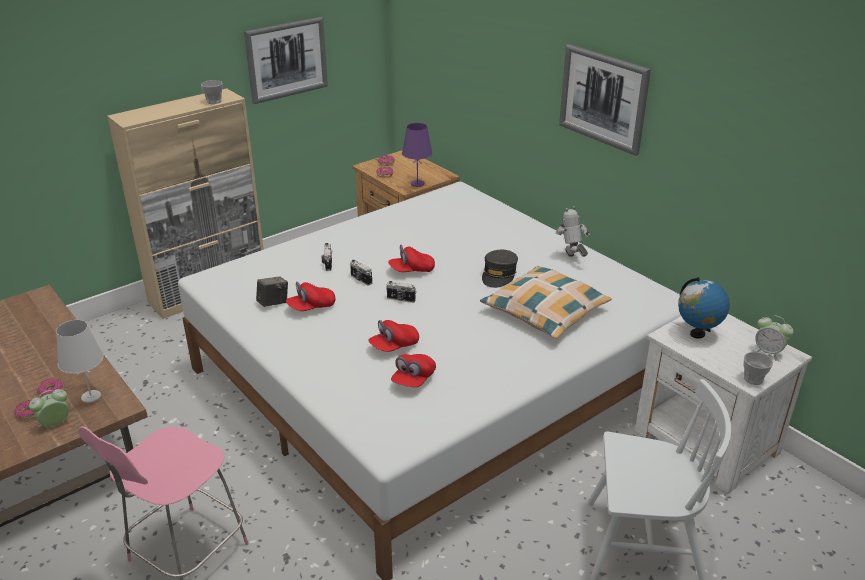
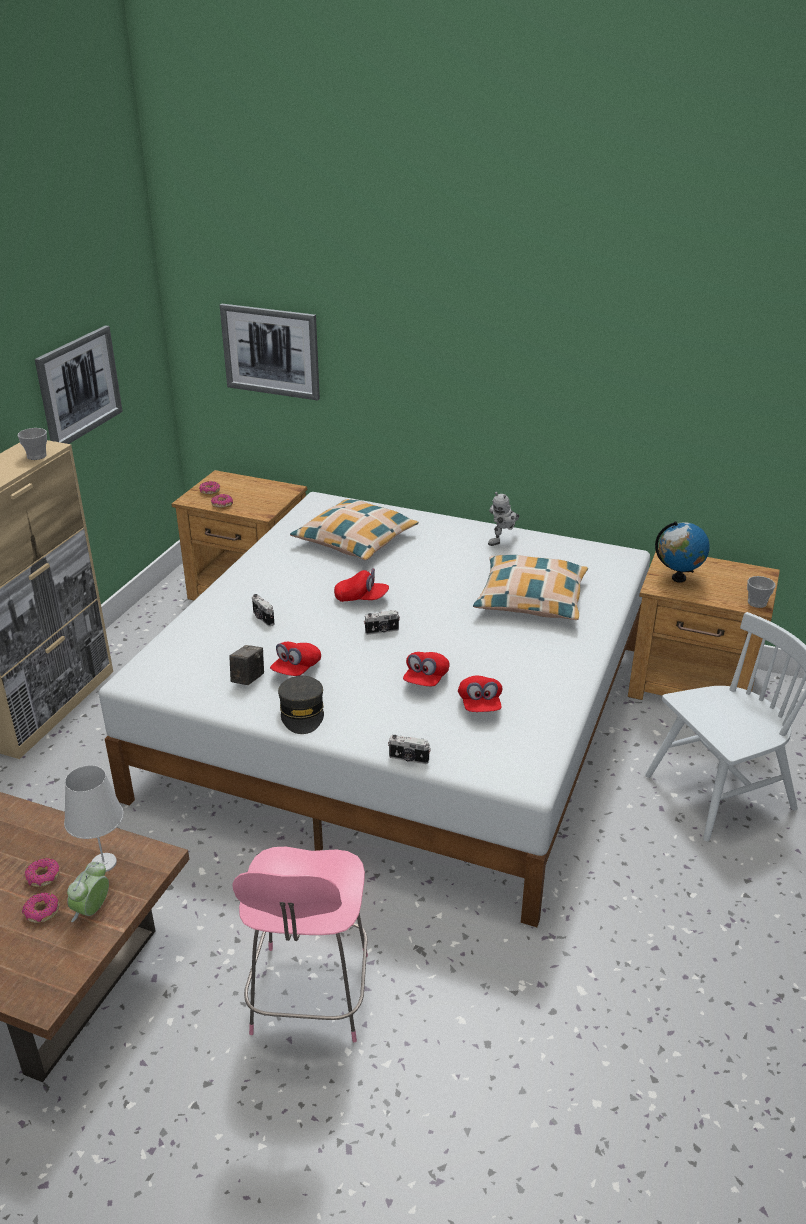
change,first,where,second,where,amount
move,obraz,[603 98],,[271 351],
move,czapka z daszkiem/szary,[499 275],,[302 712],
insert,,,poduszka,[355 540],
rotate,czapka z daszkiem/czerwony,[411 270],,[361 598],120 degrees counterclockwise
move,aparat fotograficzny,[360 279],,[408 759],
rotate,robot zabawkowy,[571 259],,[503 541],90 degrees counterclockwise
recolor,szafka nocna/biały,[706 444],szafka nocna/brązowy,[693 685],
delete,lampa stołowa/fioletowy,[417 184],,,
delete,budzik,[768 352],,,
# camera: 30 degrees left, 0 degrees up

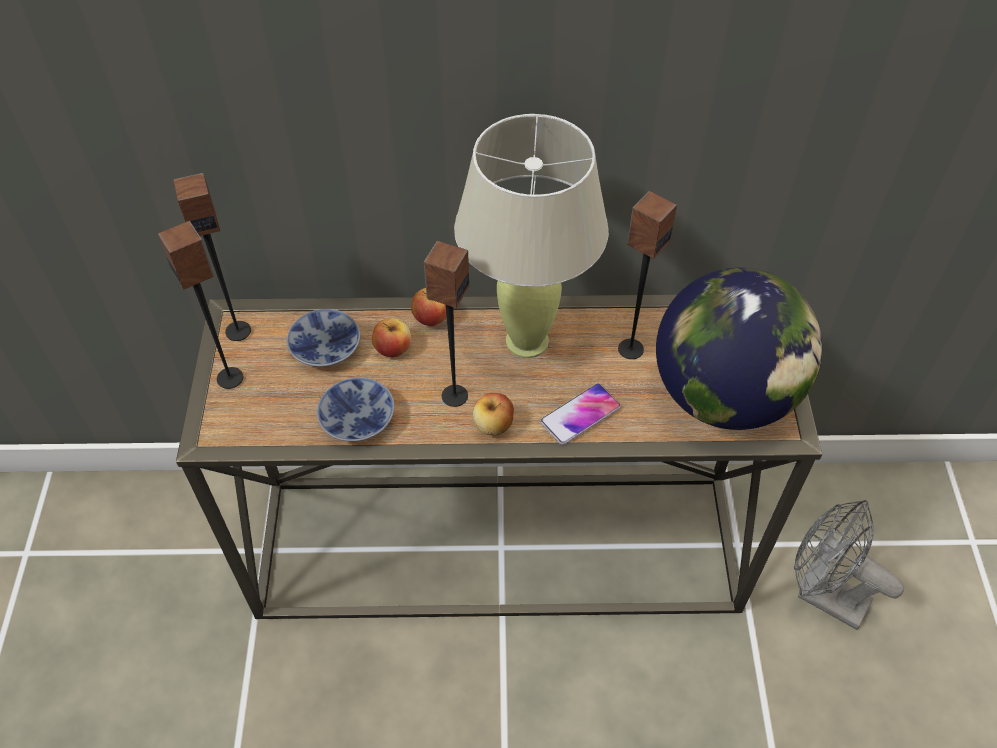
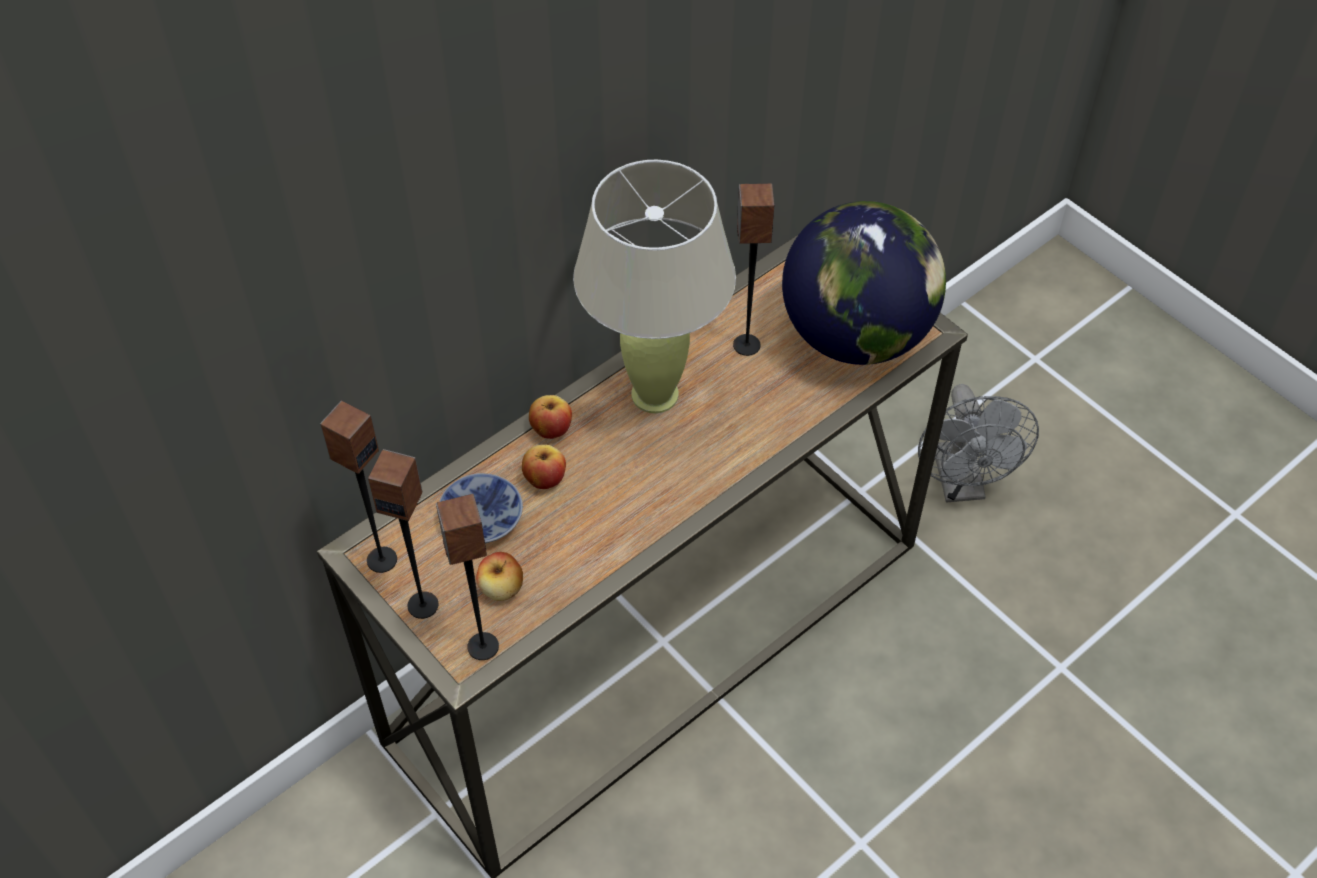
change,first,where,second,where,amount
move,głośnik,[454 395],,[482 646],
move,jabłko,[493 425],,[501 588],
rotate,wentylator/szary,[822 594],,[961 484],90 degrees counterclockwise
delete,miska,[360 417],,,
delete,telefon,[580 415],,,
# camera: 40 degrees left, 0 degrees up

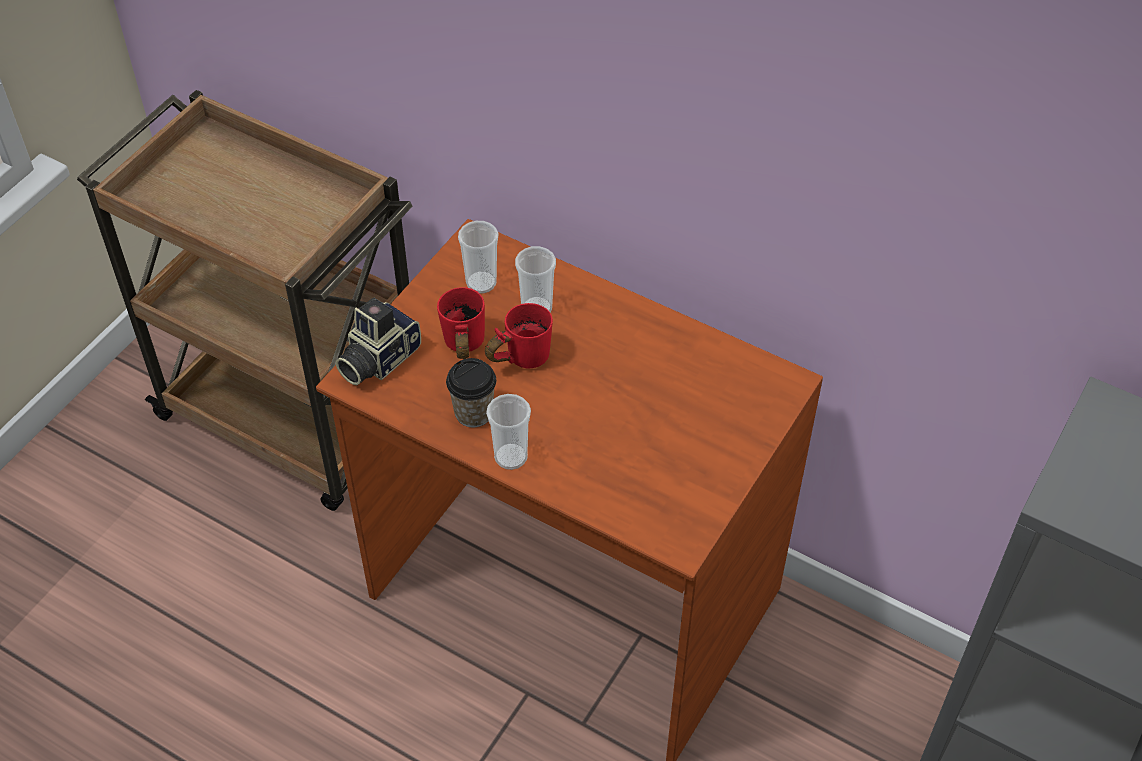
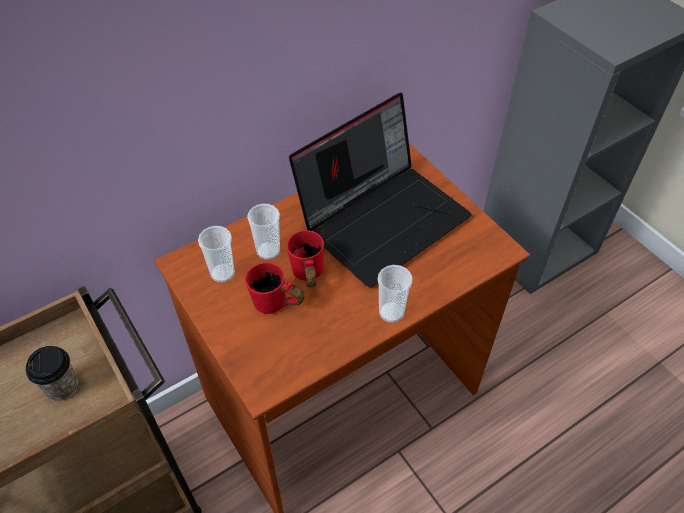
change,first,where,second,where,amount
move,filiżanka,[473 413],,[62 387],
insert,,,laptop,[383 218],
delete,aparat fotograficzny,[377 359],,,
# camera: 65 degrees left, 0 degrees up

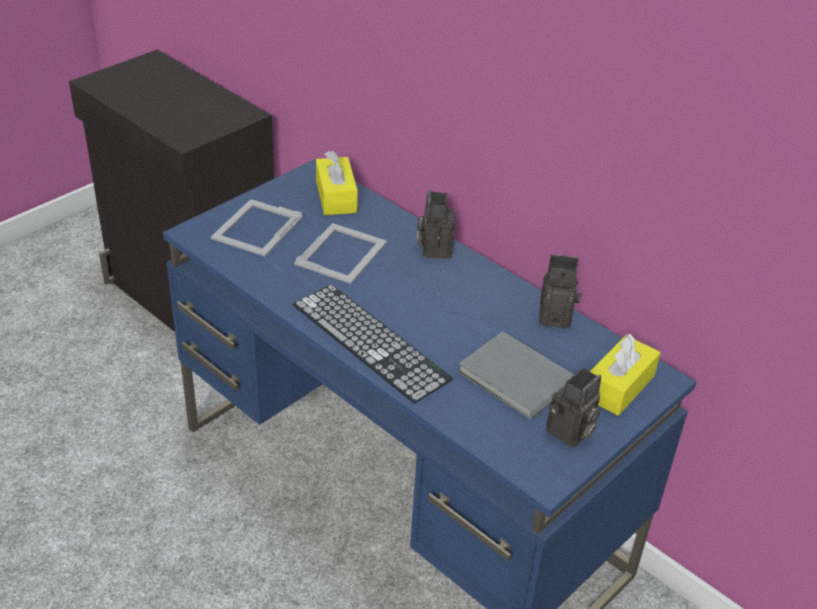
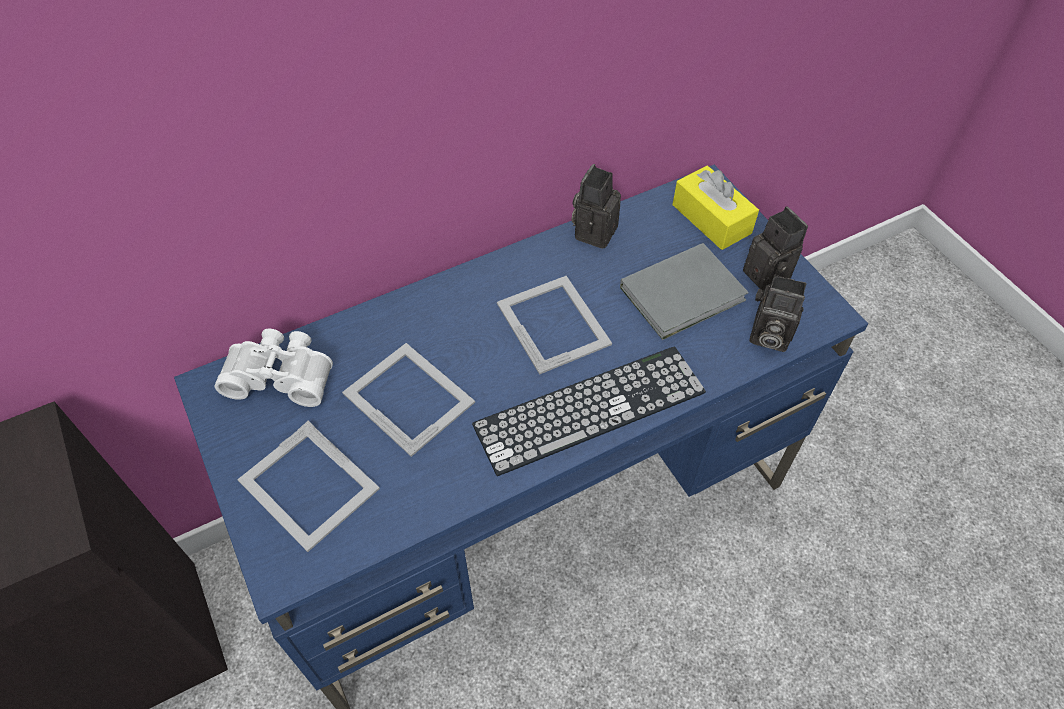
change,first,where,second,where,amount
replace,pudełko chusteczek/żółty,[336 197],lornetka/biały,[281 374],
insert,,,ramka na zdjęcie,[553 322],
move,aparat fotograficzny,[434 248],,[767 336],
# camera: 70 degrees left, 15 degrees up

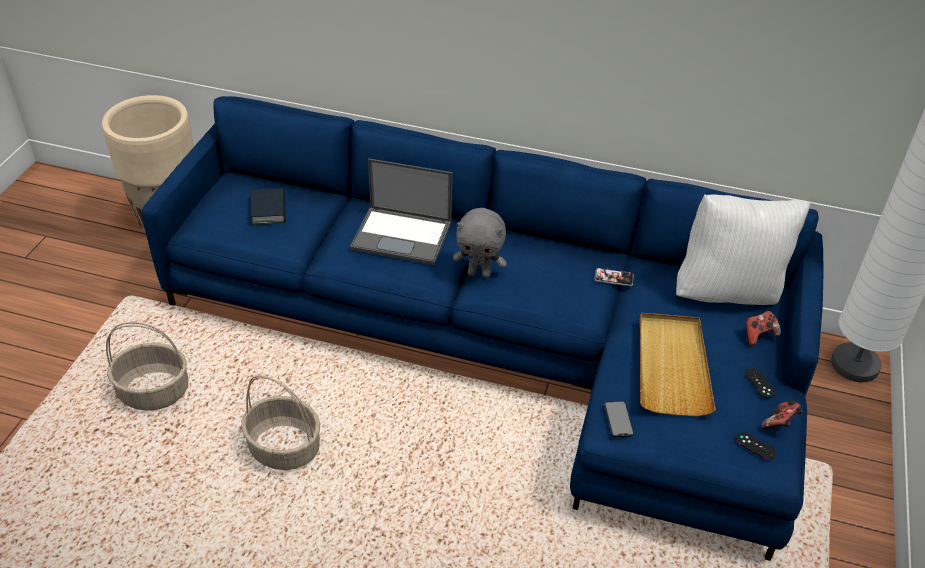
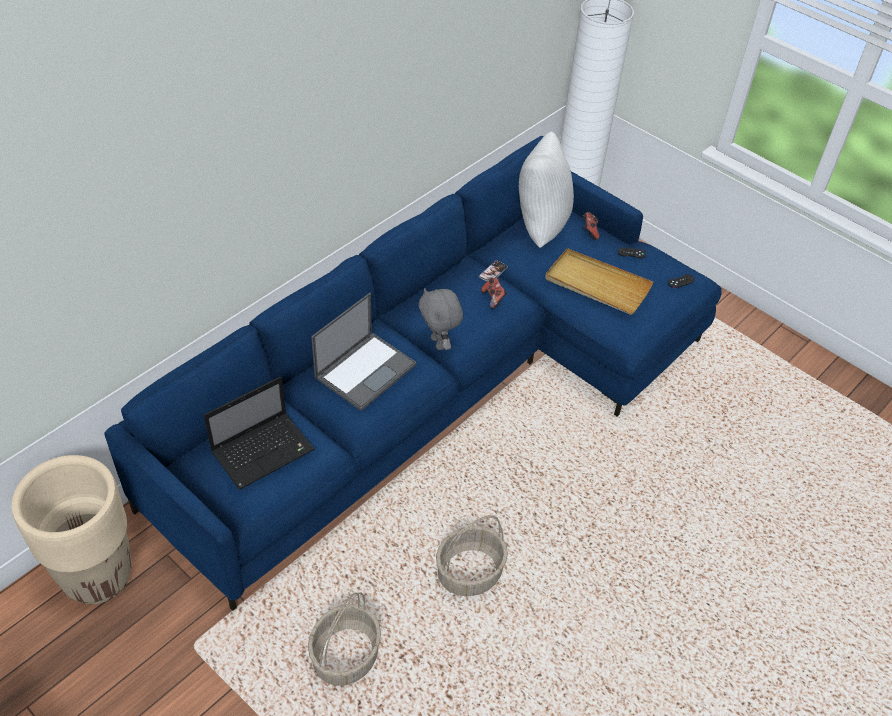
change,first,where,second,where,amount
replace,książka,[269 210],laptop,[264 450],
rotate,pluszak/szary,[479 273],,[439 343],120 degrees clockwise
move,pad do gier,[780 424],,[493 298],
delete,telefon,[618 419],,,
# camera: 65 degrees left, 5 degrees up

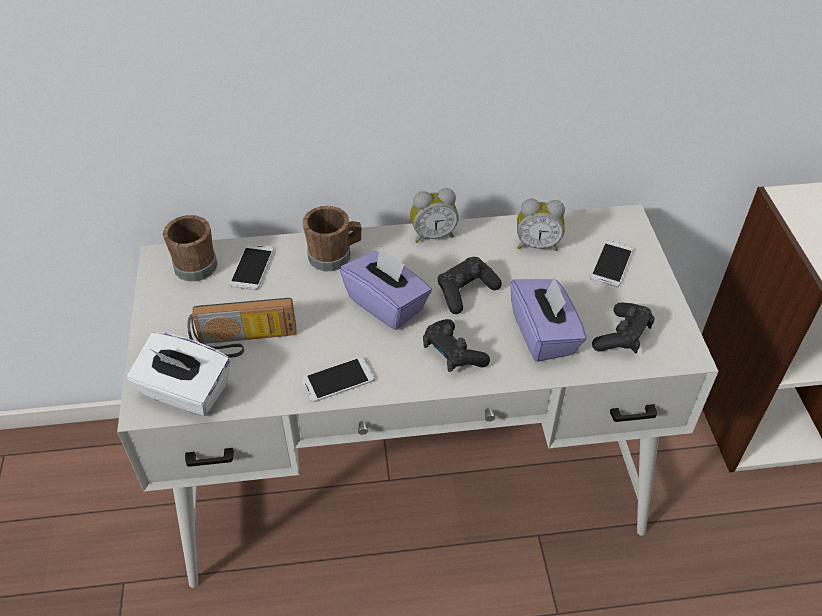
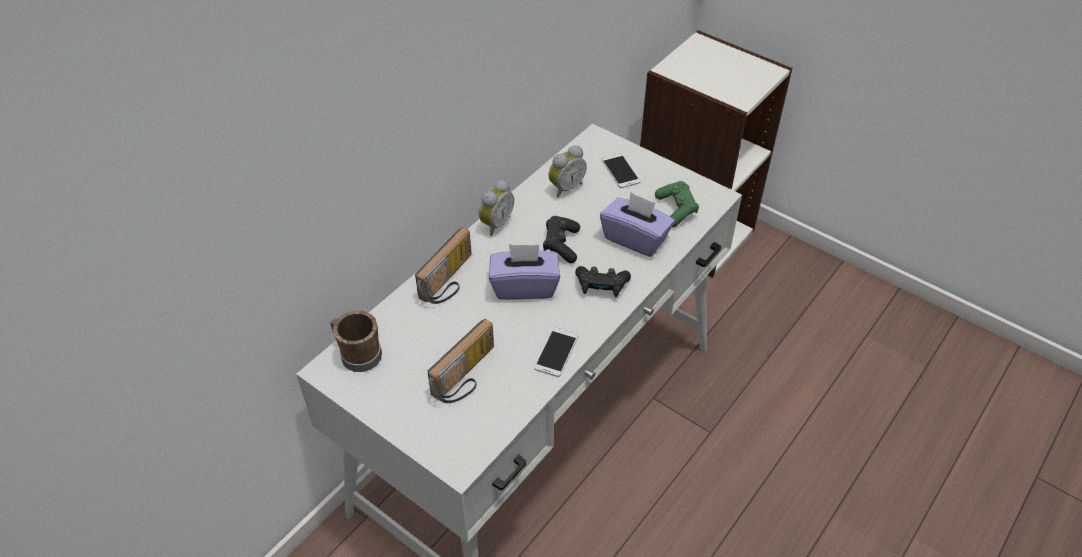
change,first,where,second,where,amount
replace,kubek/brązowy,[334 256],radio,[450 281],
recolor,pad do gier/czarny,[622 337],pad do gier/zielony,[676 209],
delete,pudełko chusteczek/biały,[185 392],,,
delete,telefon,[252 267],,,
# camera: 45 degrees left, 0 degrees up

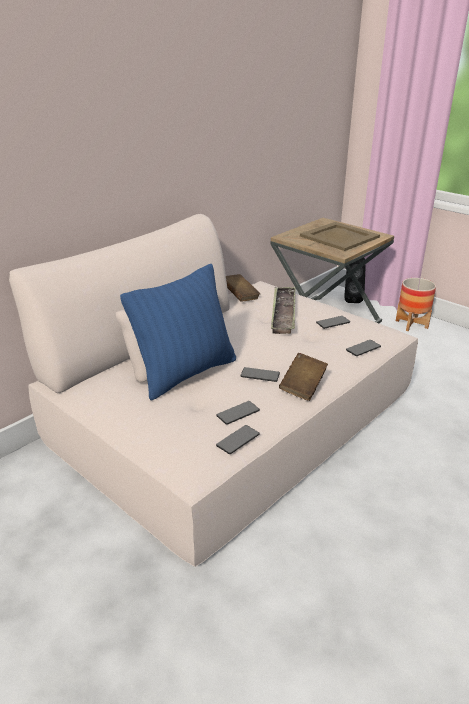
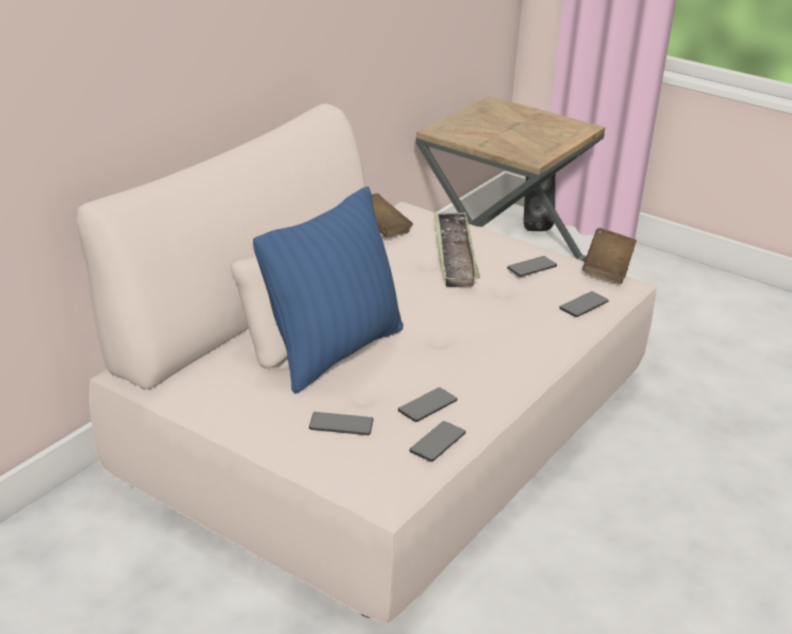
change,first,where,second,where,amount
move,telefon,[260 375],,[341 425],
move,książka/brązowy,[303 387],,[607 270],
delete,taca/beżowy,[339 237],,,
delete,donica,[411 324],,,
# camera: 10 degrees left, 0 degrees up

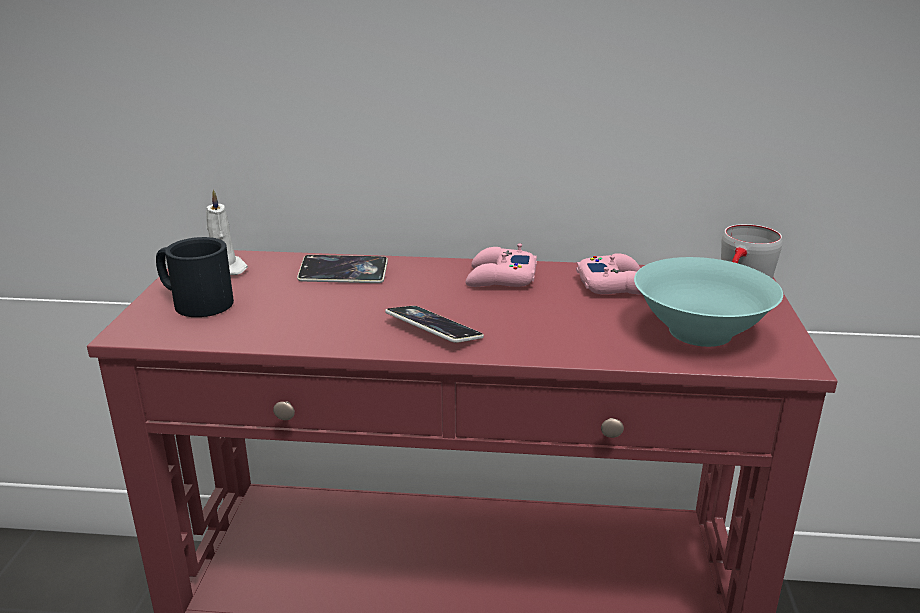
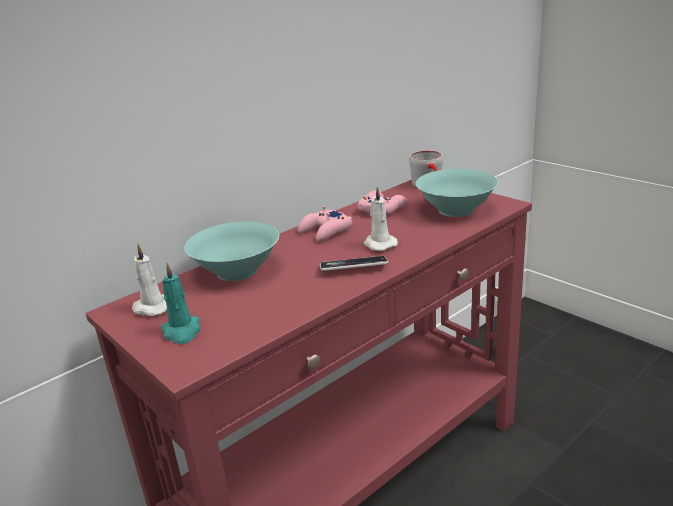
change,first,where,second,where,amount
replace,kubek/czarny,[194 302],świeca/turkusowy,[182 332],
replace,telefon,[343 275],miska/turkusowy,[238 271],
insert,,,świeca/biały,[379 244],
# camera: 45 degrees left, 0 degrees up

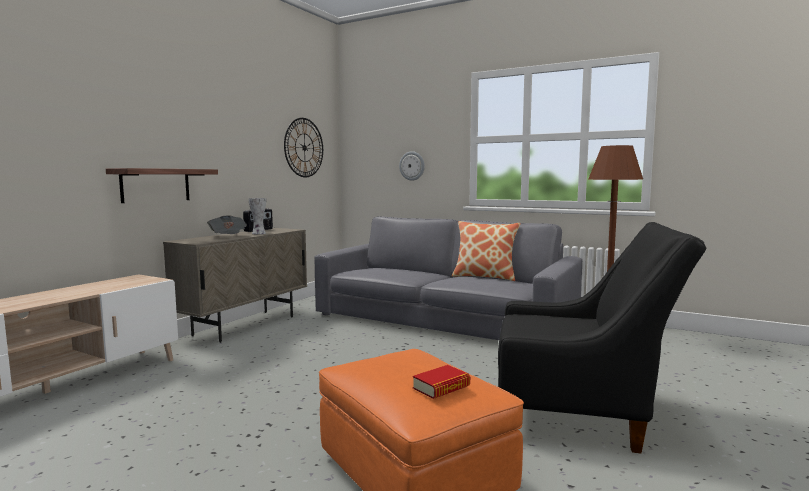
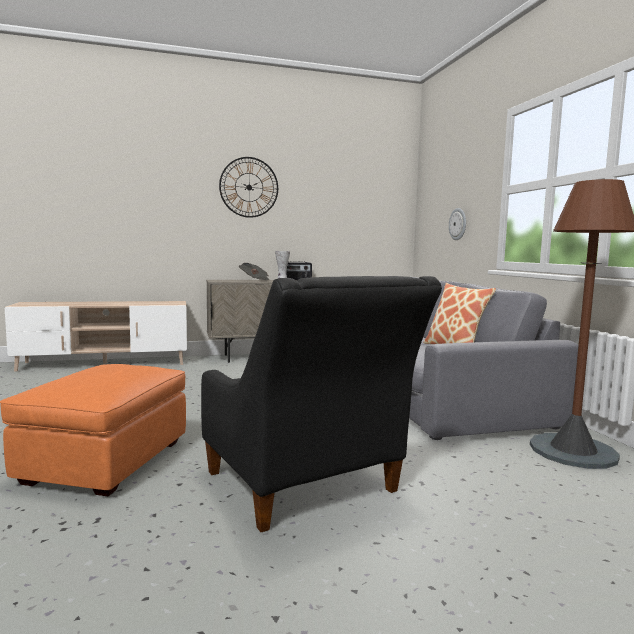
change,first,where,second,where,amount
move,zegar ścienny,[304 147],,[249 187],
delete,półka,[155 185],,,
delete,książka,[441 387],,,
# camera: 45 degrees right, 0 degrees up

